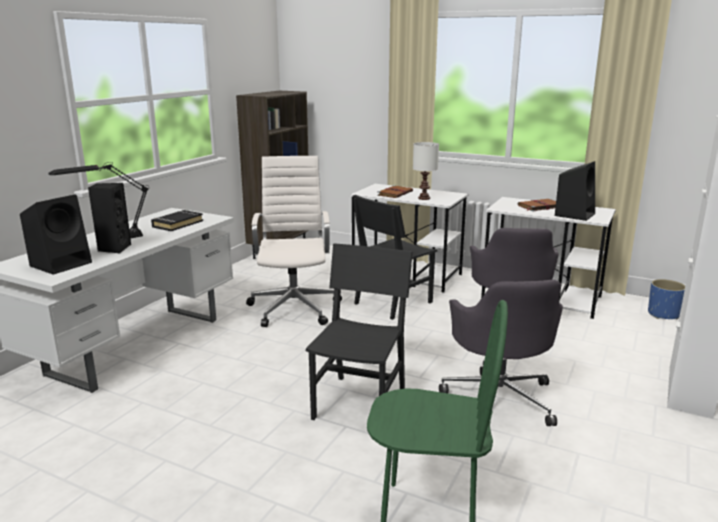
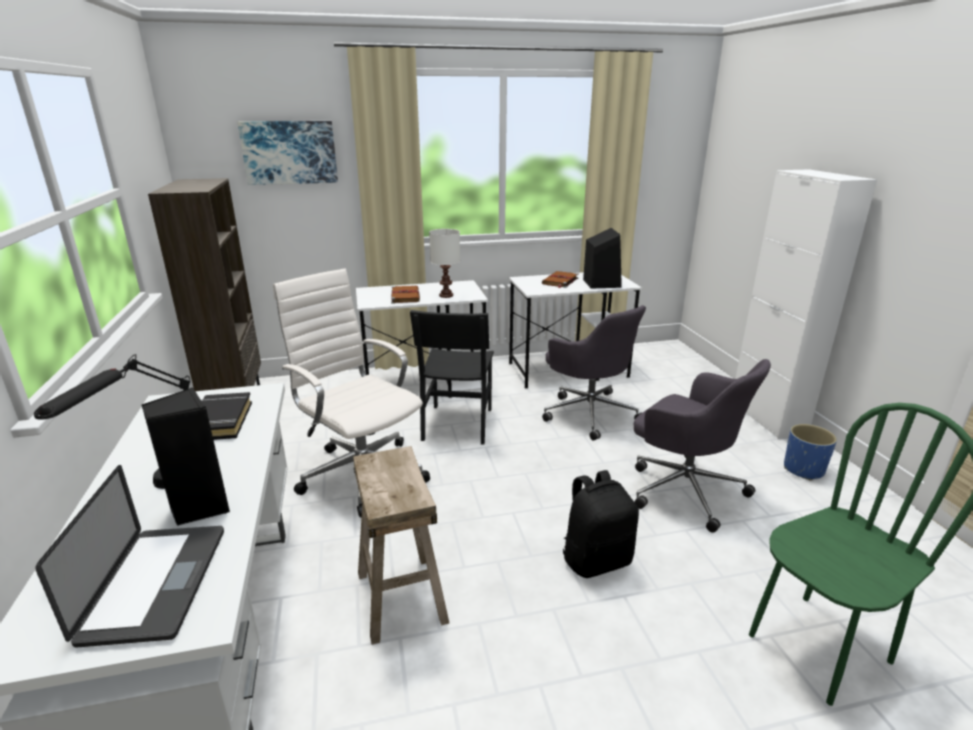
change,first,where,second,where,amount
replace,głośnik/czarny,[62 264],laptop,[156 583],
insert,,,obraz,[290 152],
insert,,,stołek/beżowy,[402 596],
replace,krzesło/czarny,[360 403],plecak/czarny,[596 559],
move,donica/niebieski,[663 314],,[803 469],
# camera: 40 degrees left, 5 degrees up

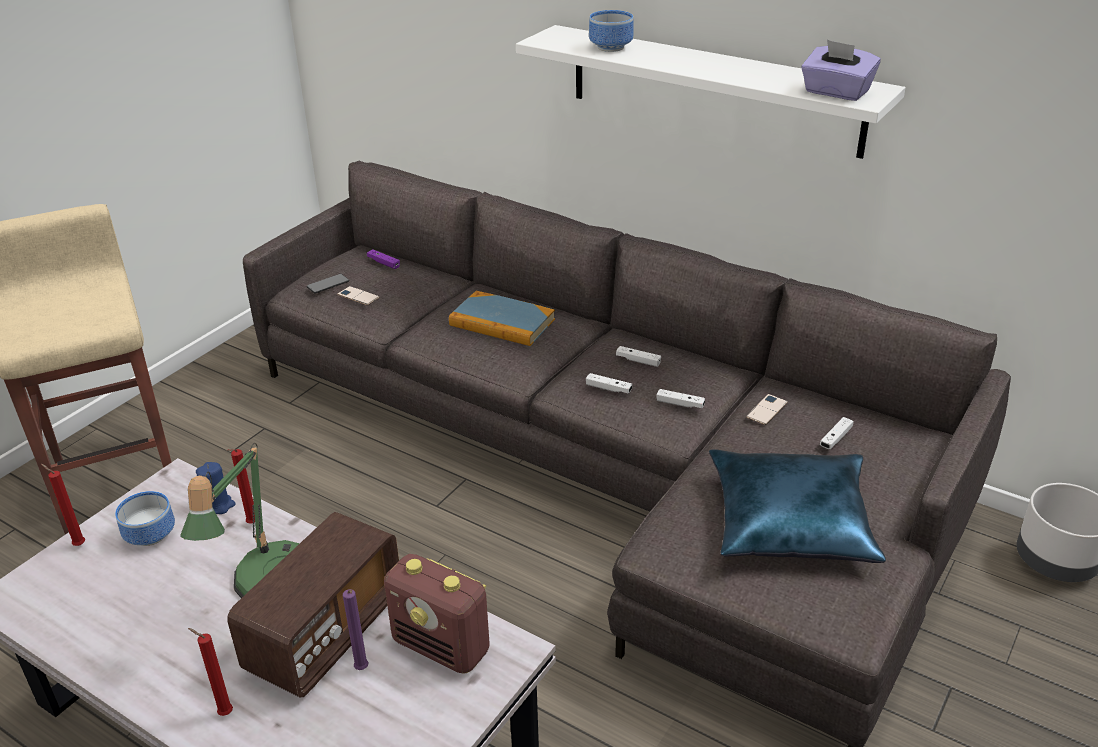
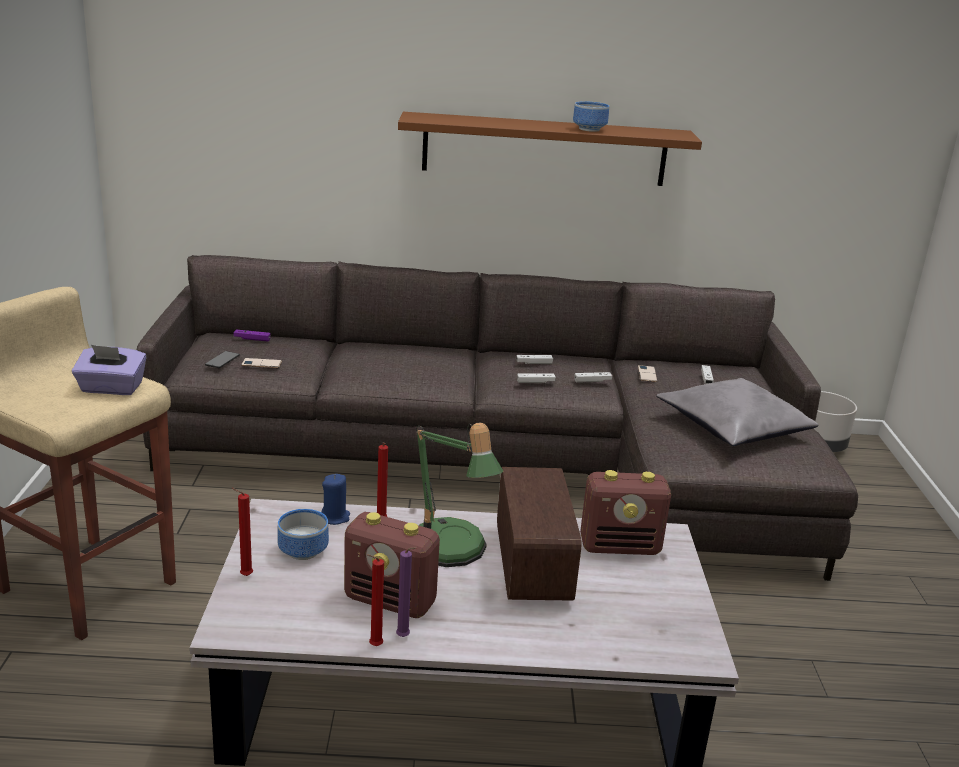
change,first,where,second,where,amount
move,pudełko chusteczek/fioletowy,[836 92],,[111 388],
insert,,,radio,[391 601],
move,świeca/czerwony,[223 713],,[373 646],
move,świeca/fioletowy,[362 670],,[404 638],
recolor,półka/biały,[713 90],półka/brązowy,[544 149],
move,miska,[610 47],,[588 129],
recolor,poduszka/niebieski,[789 521],poduszka/szary,[733 426],
delete,książka,[502 322],,,
# camera: 35 degrees left, 10 degrees down

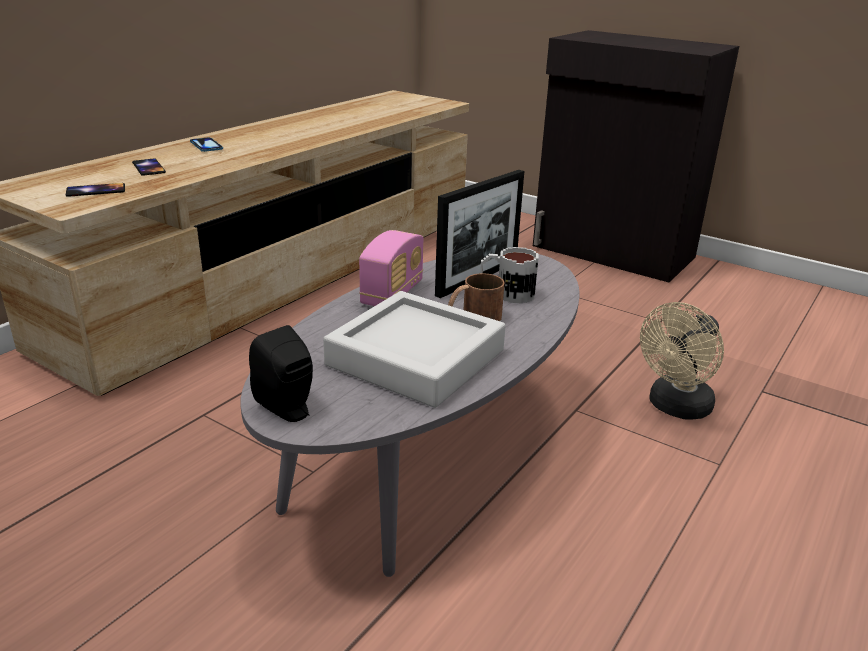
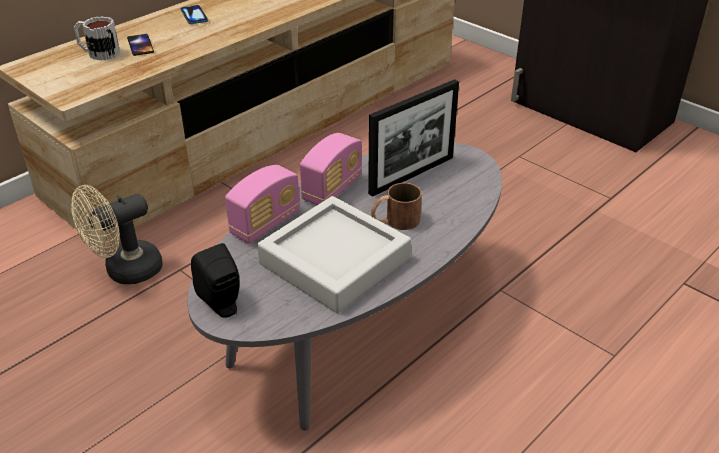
change,first,where,second,where,amount
move,wentylator/beżowy,[675 408],,[125 271],
move,kubek,[506 294],,[98 52],
insert,,,radio,[265 223],
delete,telefon,[96 190],,,
# camera: 10 degrees right, 10 degrees up

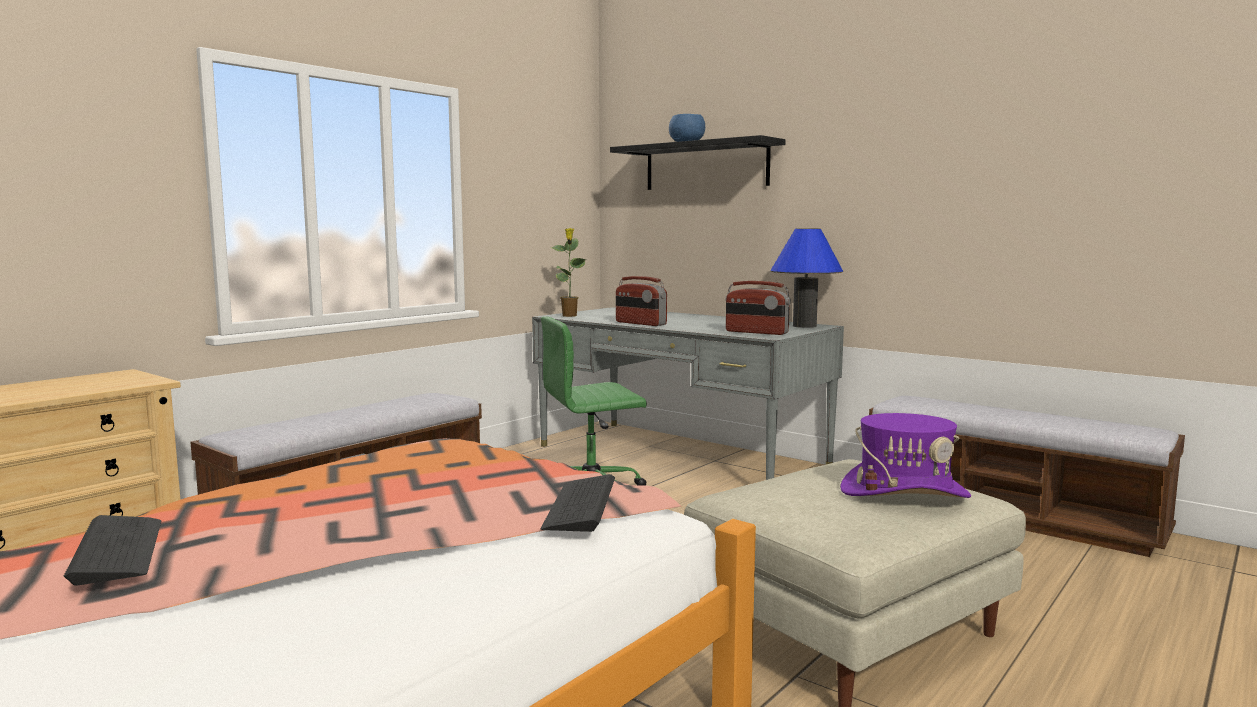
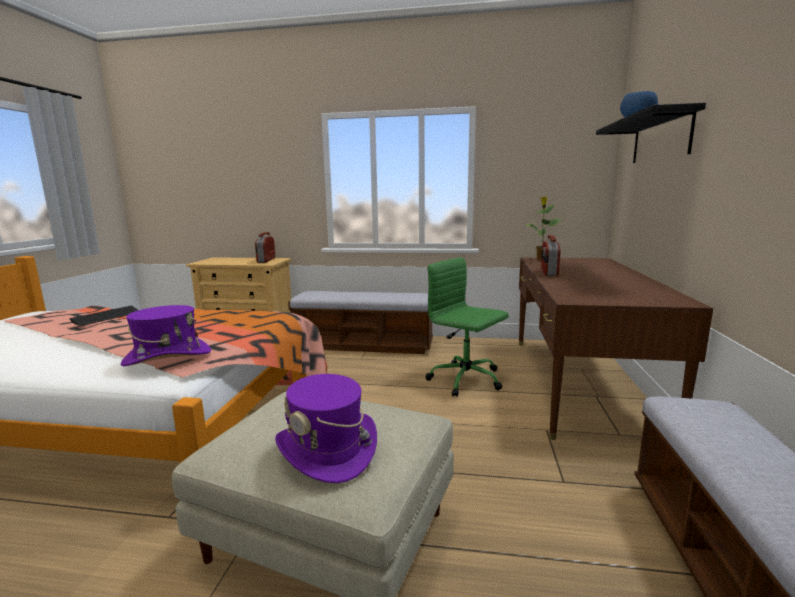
change,first,where,second,where,amount
replace,klawiatura,[580 506],kapelusz/fioletowy,[167 357],
move,radio,[756 332],,[266 260],
recolor,biurko/szary,[679 456],biurko/brązowy,[580 382],
delete,lampa stołowa/niebieski,[804 326],,,
# camera: 60 degrees right, 5 degrees up

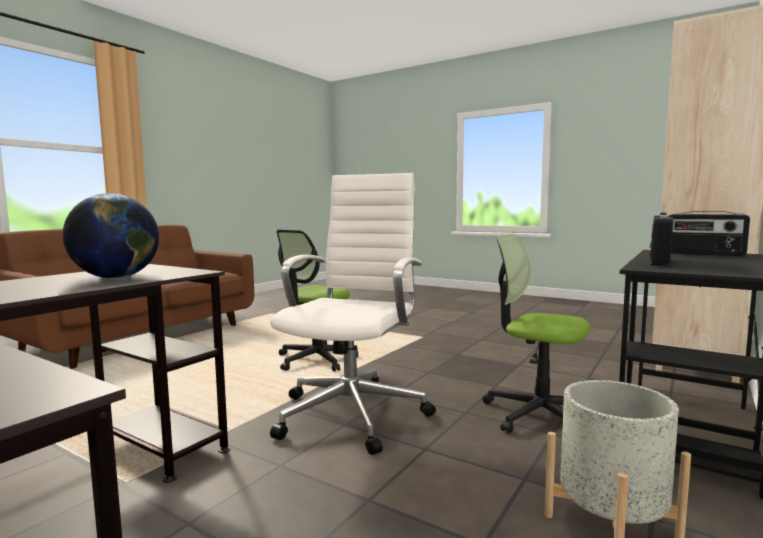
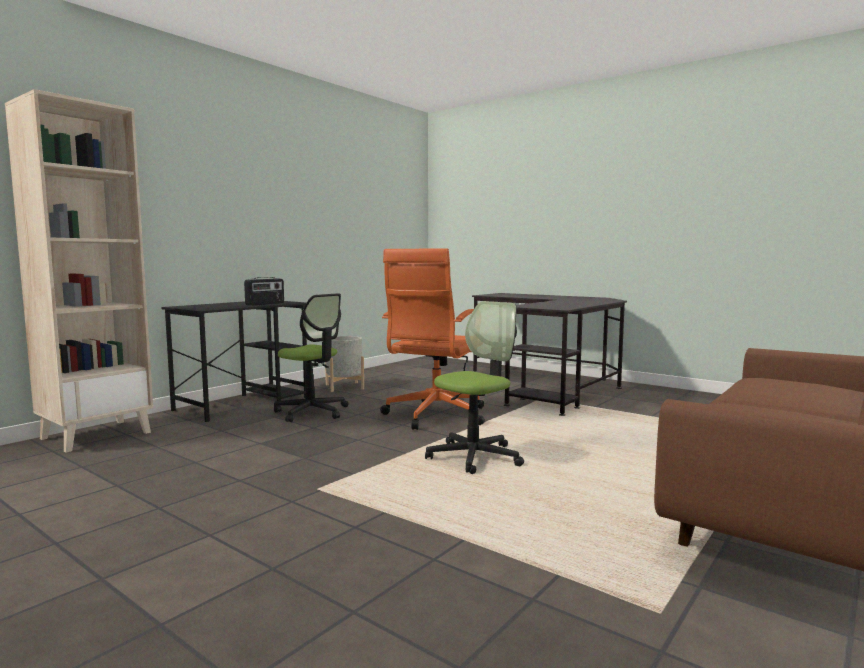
change,first,where,second,where,amount
recolor,krzesło biurowe/biały,[354 413],krzesło biurowe/pomarańczowy,[434 416],
delete,globus,[116 278],,,
delete,radio,[704 254],,,
# camera: 175 degrees left, 0 degrees up

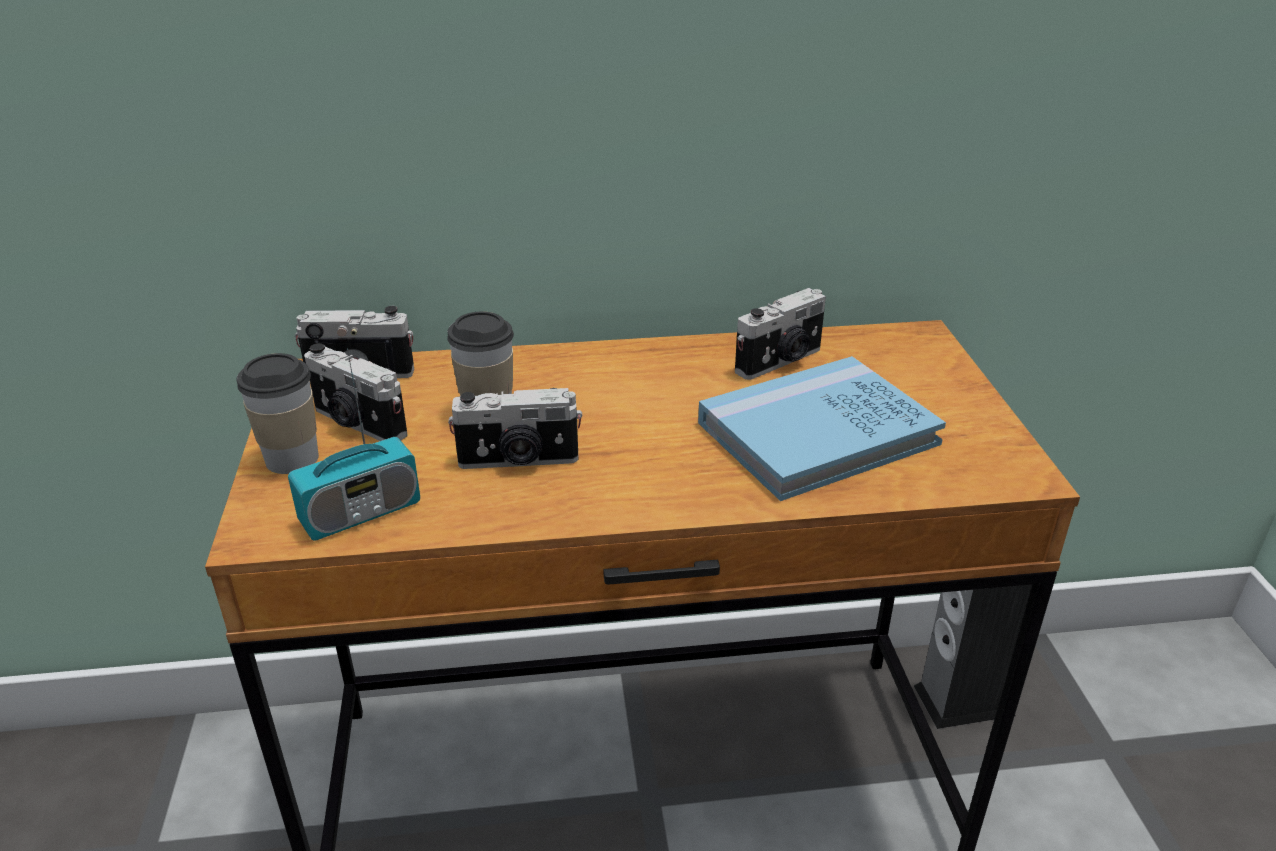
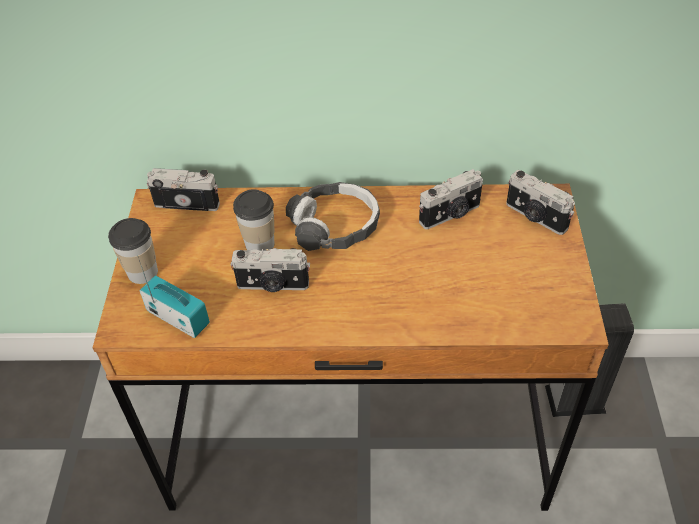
change,first,where,second,where,amount
rotate,radio,[361 513],,[178 317],120 degrees counterclockwise
insert,,,słuchawki,[335 225],
move,aparat fotograficzny,[357 424],,[535 217],
delete,książka/niebieski,[817 433],,,
# camera: 10 degrees right, 15 degrees up

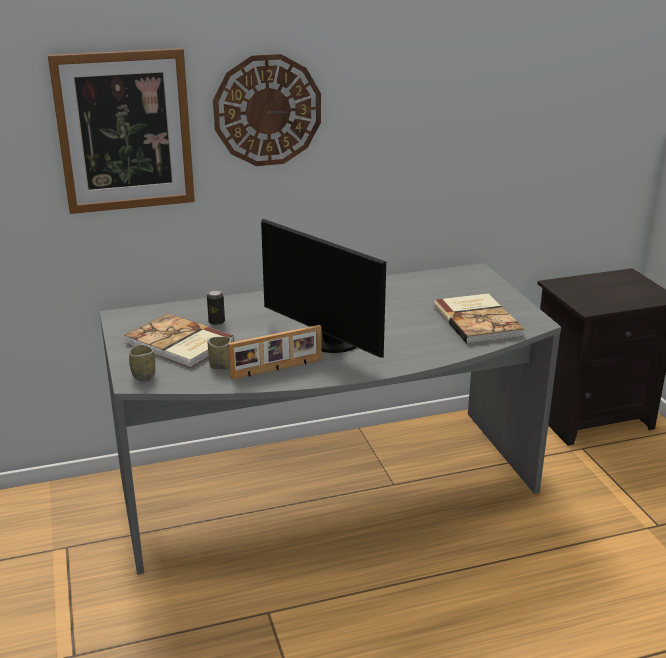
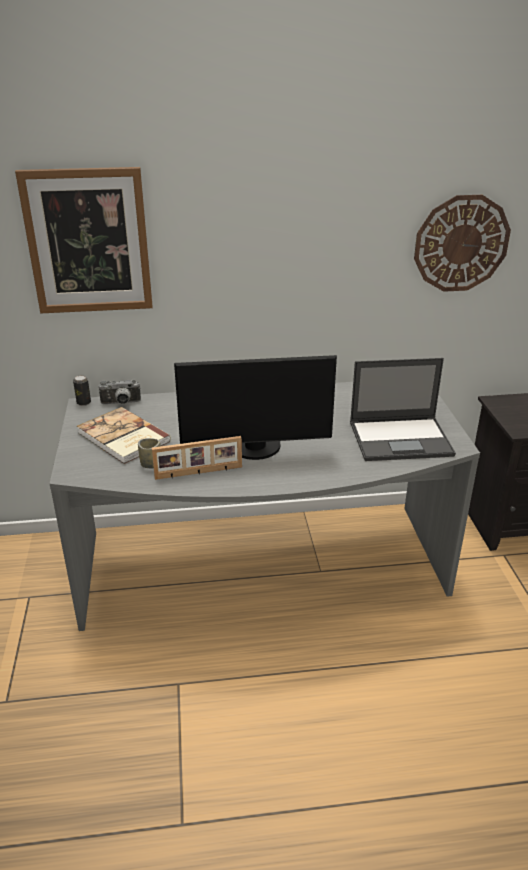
change,first,where,second,where,amount
move,puszka,[216 322],,[84 402],
insert,,,aparat fotograficzny,[121 403],
rotate,monitor,[330 342],,[256 449],60 degrees counterclockwise
replace,książka,[478 321],laptop,[401 439],
move,zegar ścienny,[267 110],,[461 243],
delete,filiżanka,[143 376],,,
# camera: 10 degrees right, 5 degrees up

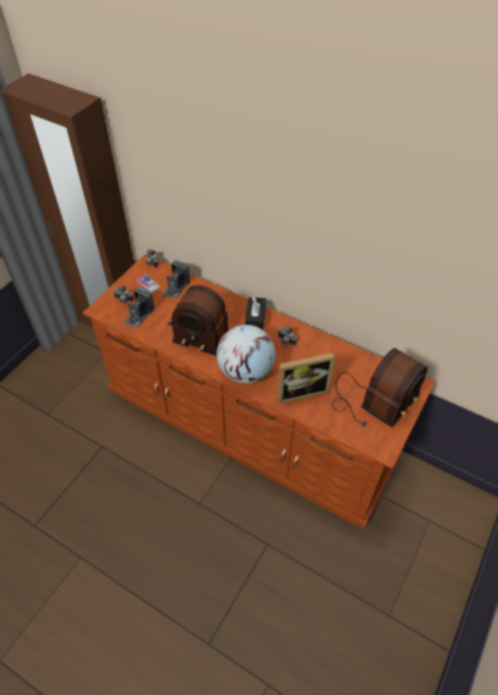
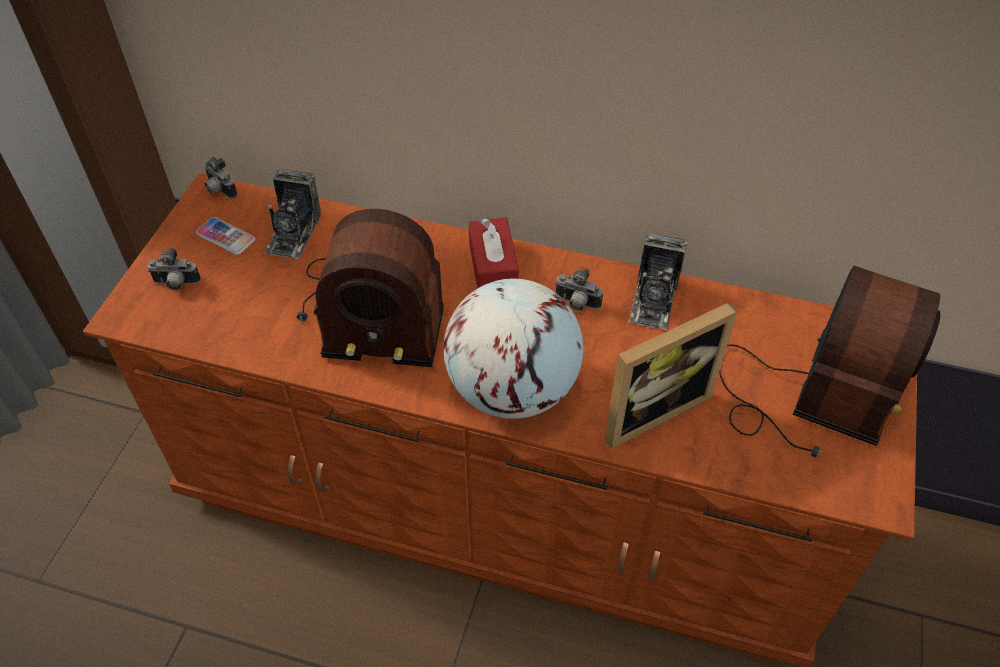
change,first,where,second,where,amount
recolor,pudełko chusteczek/czarny,[255 318],pudełko chusteczek/czerwony,[493 267],
move,aparat fotograficzny,[139 315],,[653 300],
# camera: 15 degrees left, 0 degrees up

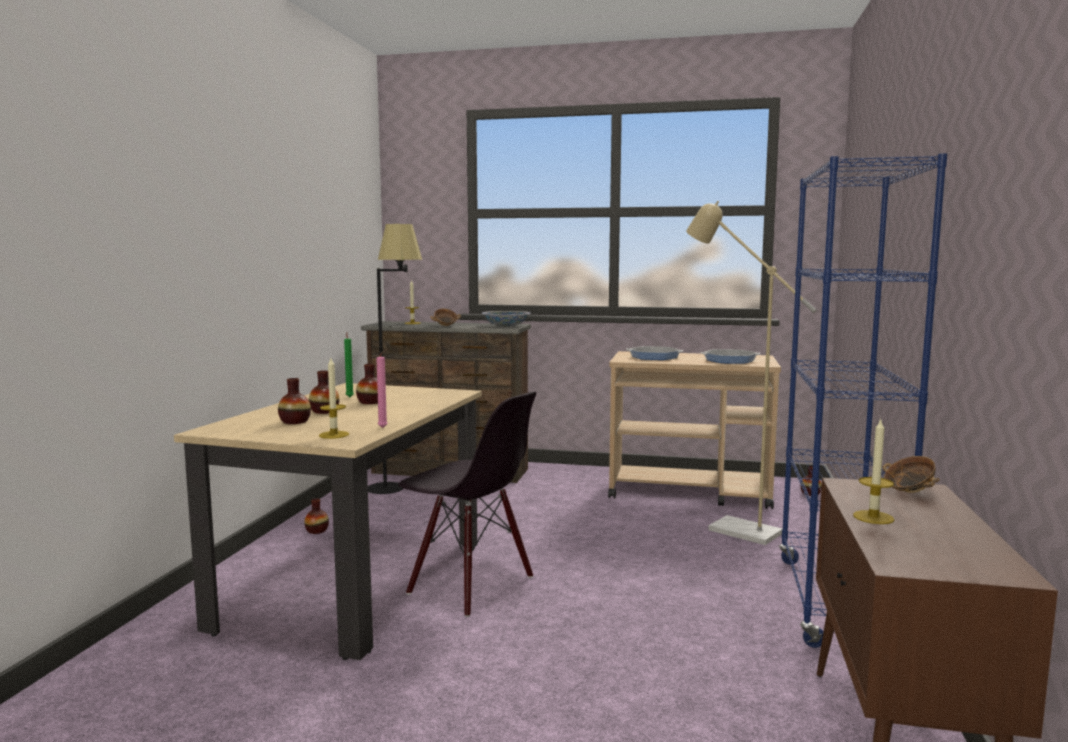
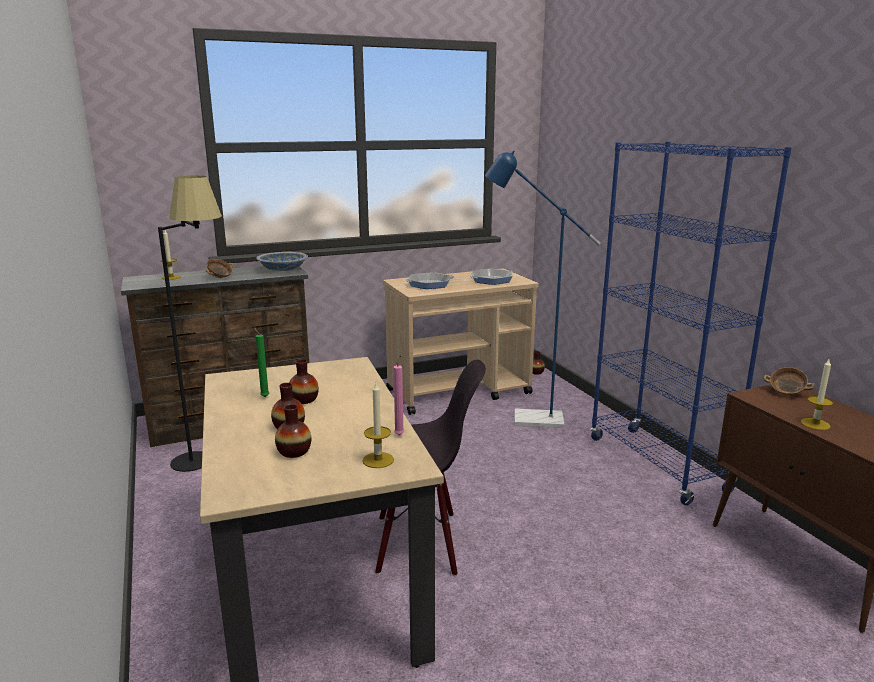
change,first,where,second,where,amount
recolor,lampa stojąca/beżowy,[733 529],lampa stojąca/niebieski,[528 419],
delete,wazon,[317 531],,,
# camera: 35 degrees left, 10 degrees up

